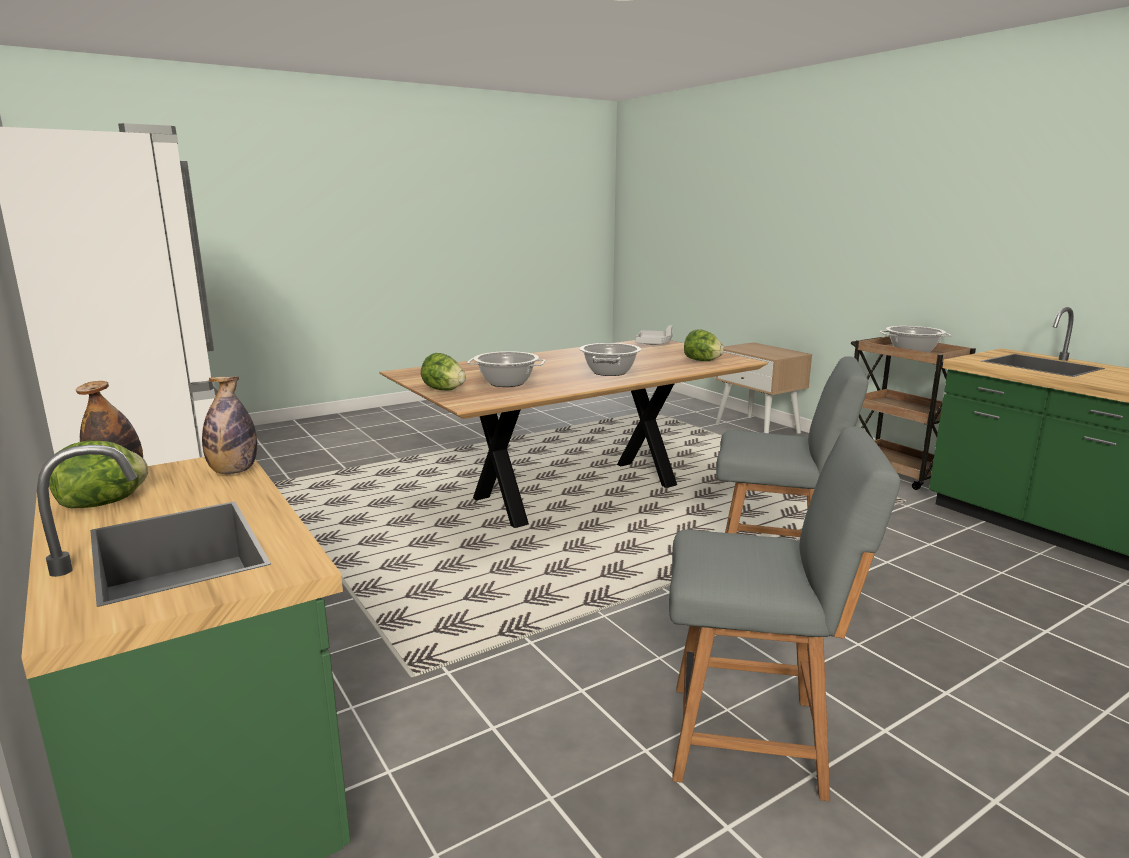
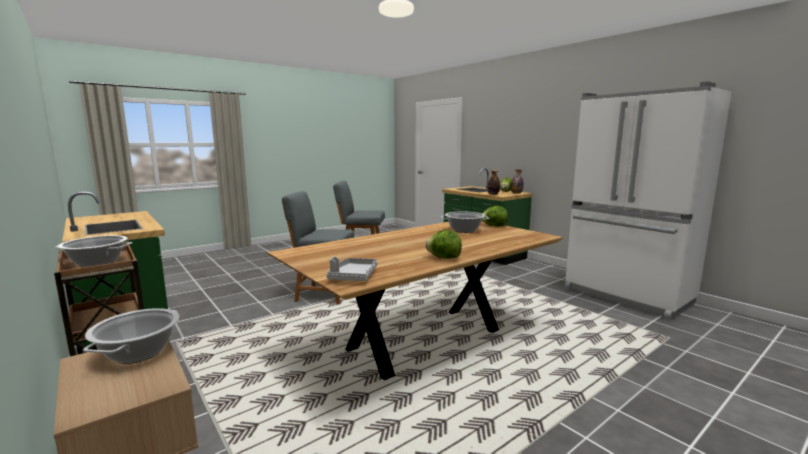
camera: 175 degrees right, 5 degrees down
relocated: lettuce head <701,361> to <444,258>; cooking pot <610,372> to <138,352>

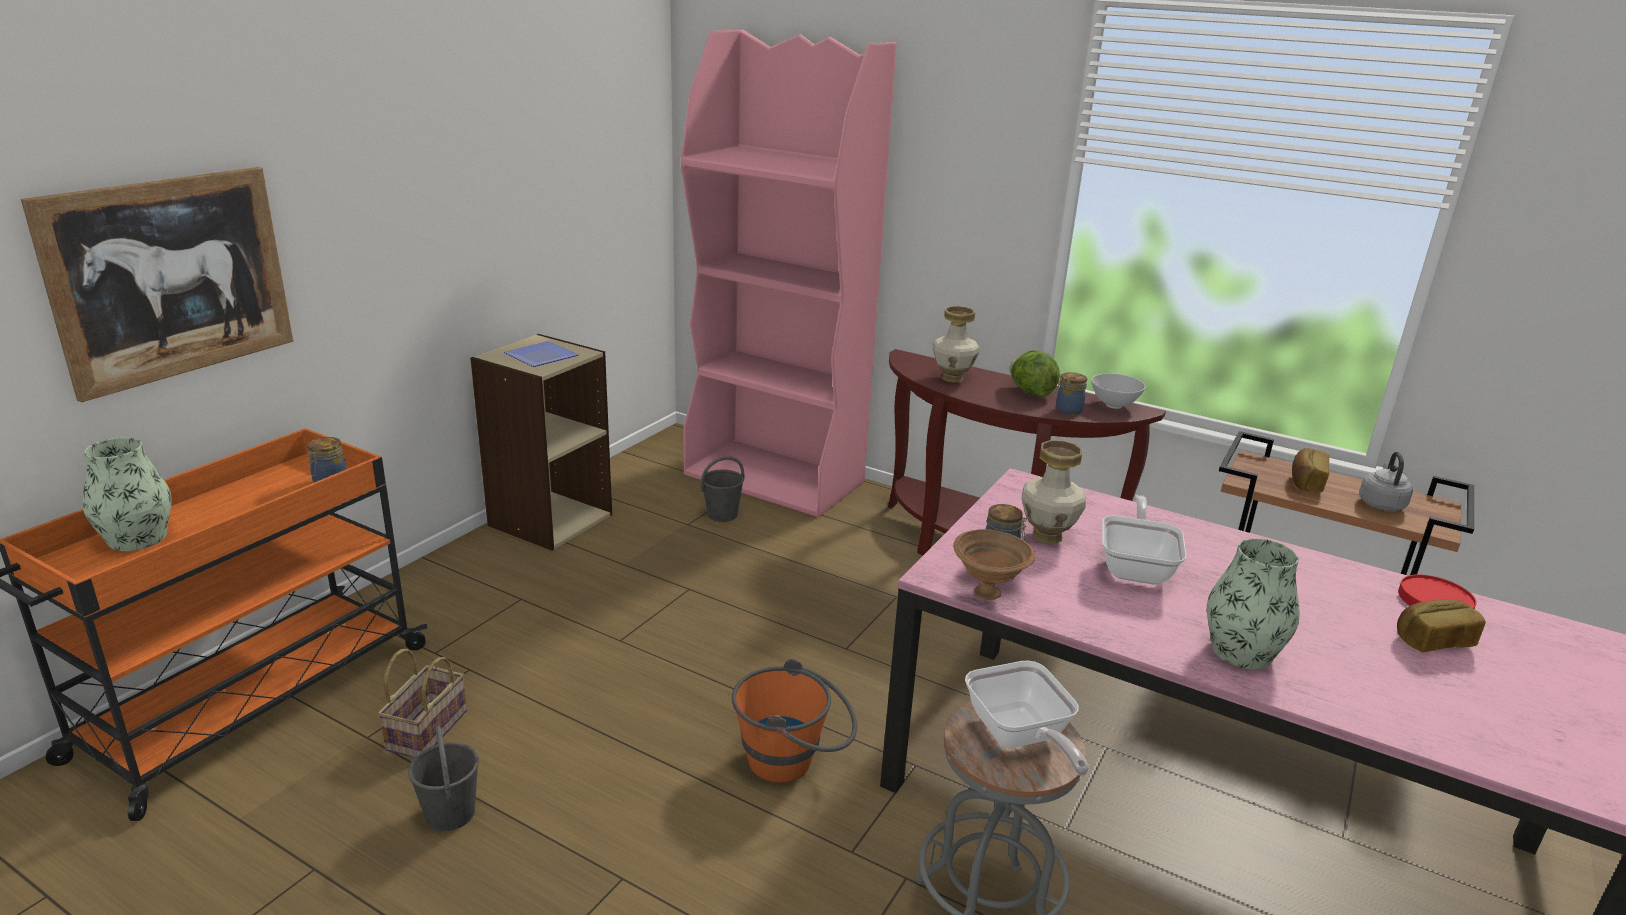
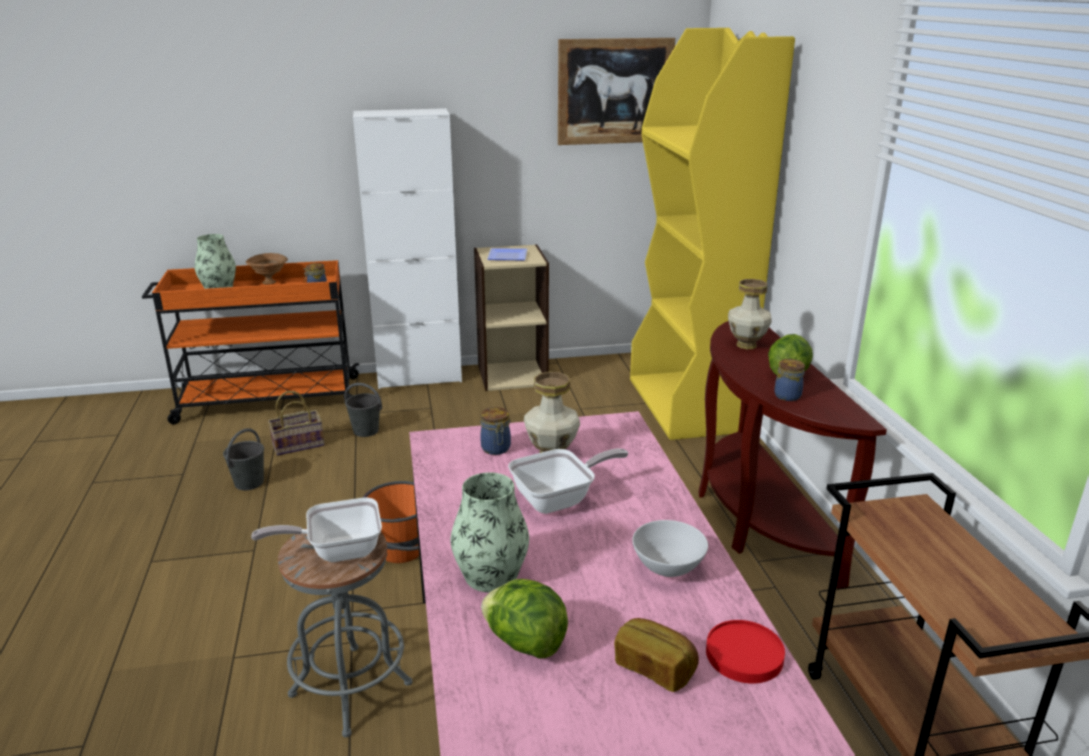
camera: 50 degrees right, 0 degrees up
missing: baked bread <1306,482>; grey water kettle <1381,503>
appeared: white-coloured storage cabinet <419,377>; lettuce head <525,643>
relocated: wall art <171,278> to <615,91>; white-coloured deep dish <1113,405> to <667,569>; grey water bucket <722,514> to <366,431>; brownish deep dish <988,592> to <270,282>
colour: pinkish shelving unit <776,478> to yellow shelving unit <687,405>
spun: skillet <1020,738> = <337,551> 45 degrees clockwise

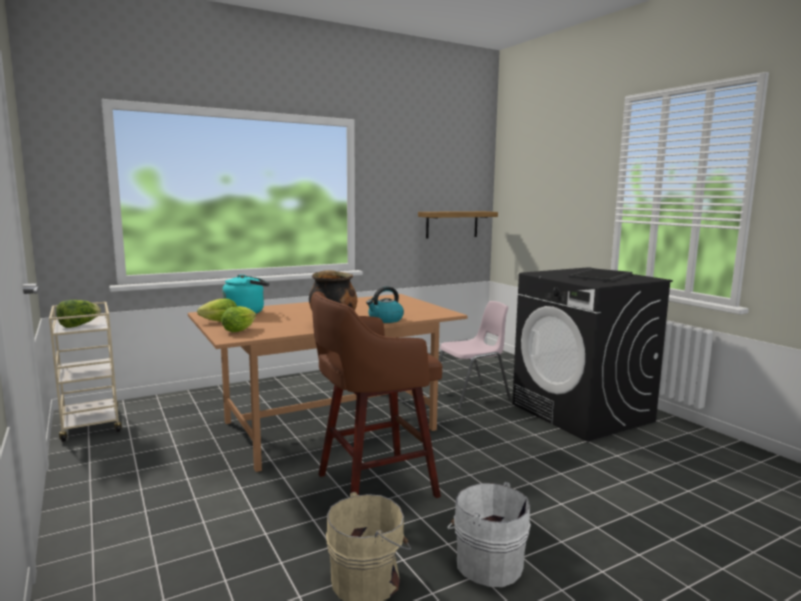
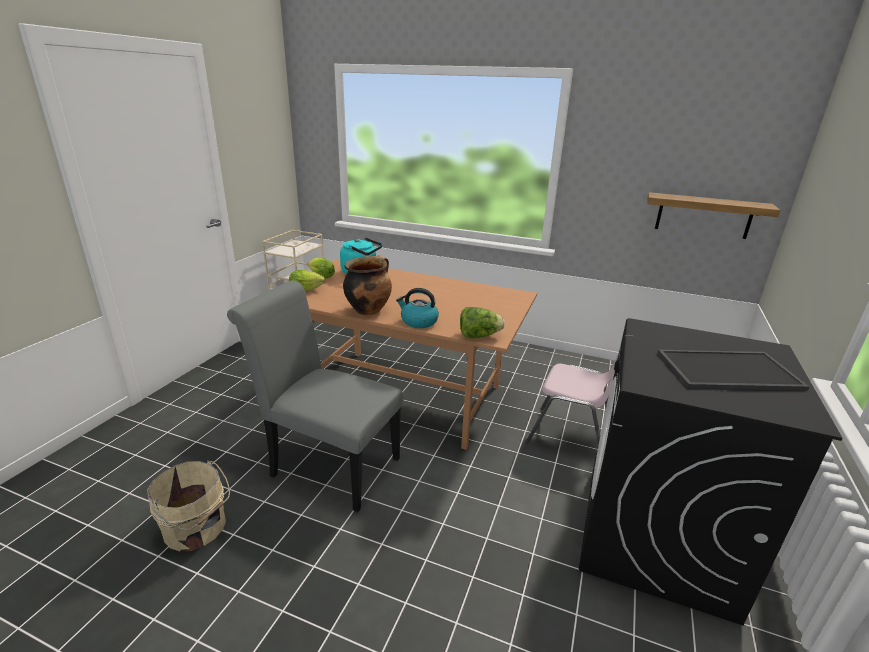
camera: 50 degrees right, 15 degrees up
missing: white-coloured water bucket <486,563>
relocated: lettuce head <79,325> to <479,336>
exchanged: brownish sitting stool <372,486> to grey plain chair <328,464>

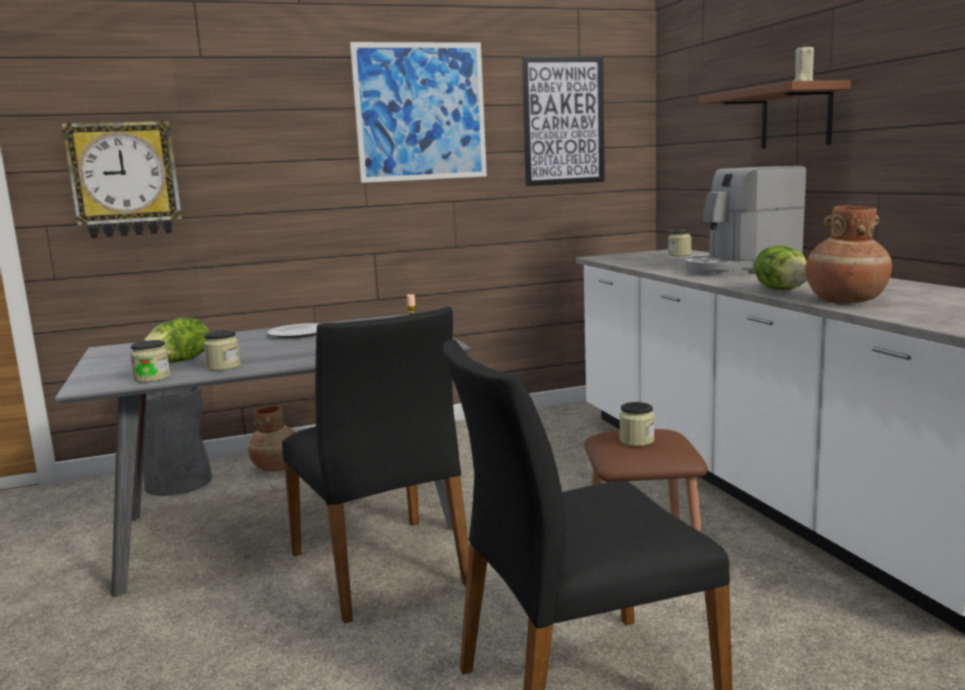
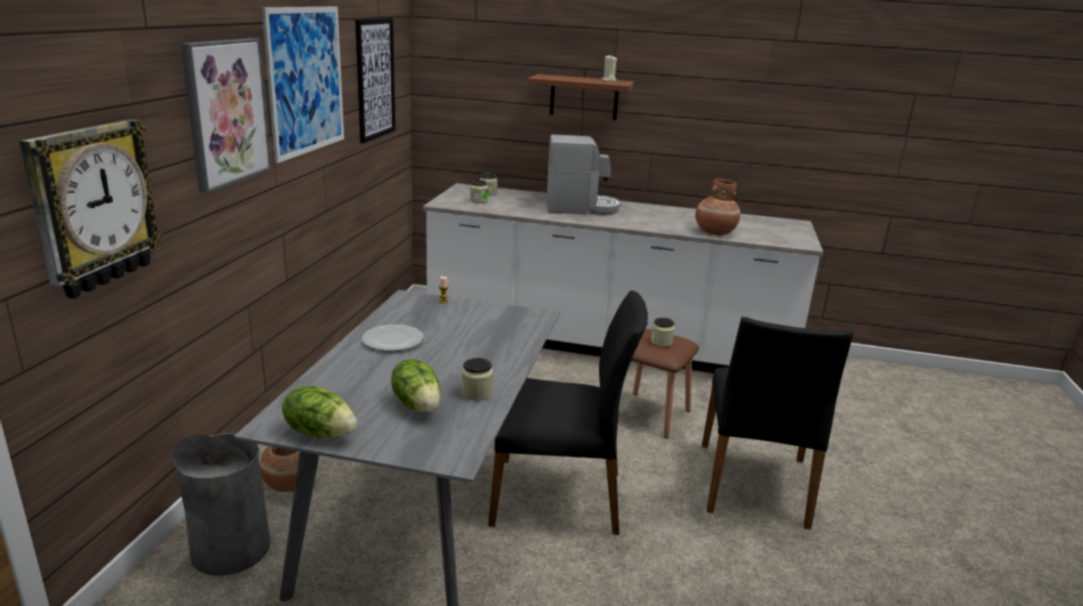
camera: 60 degrees left, 10 degrees up
appeared: wall art <226,112>
relocated: lettuce head <782,290> to <320,432>; preserve jar <152,378> to <478,200>
spun: coffee brewer <739,269> = <581,208> 105 degrees counterclockwise

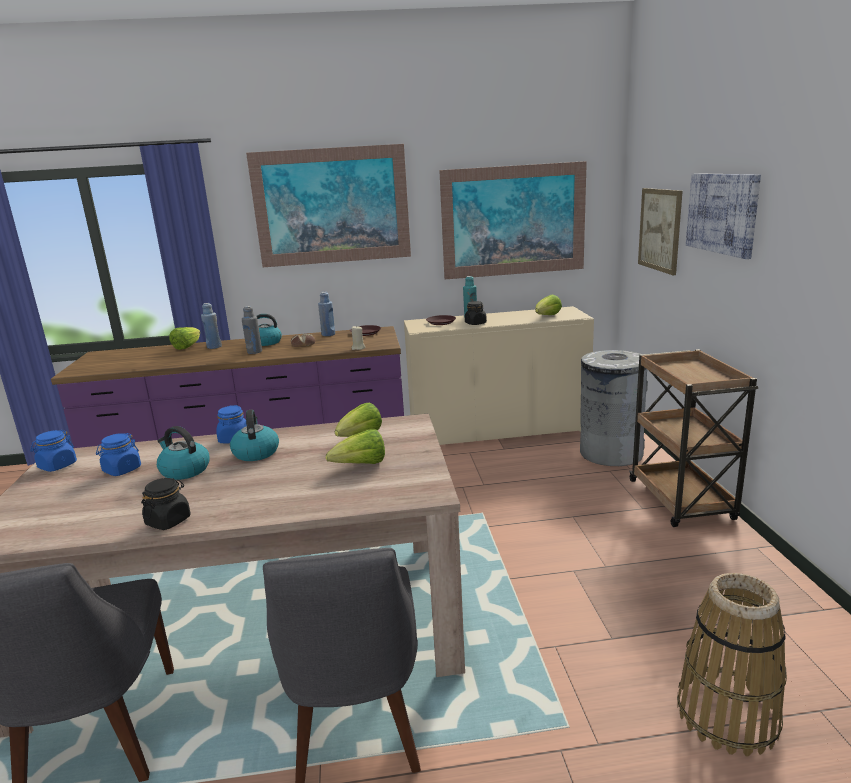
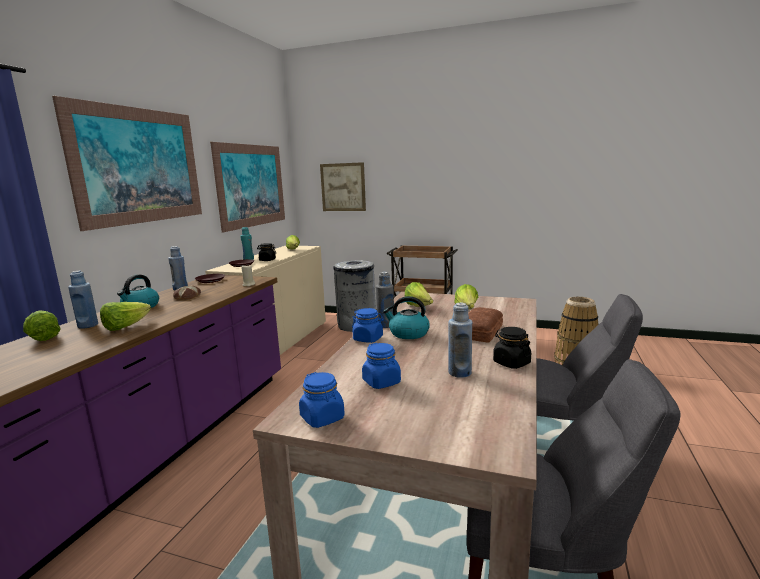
camera: 65 degrees left, 5 degrees down
missing: wall art <722,213>; water kettle <184,470>
appeared: lettuce head <126,327>; bluish drink bottle <459,372>; baked bread <480,332>
relocated: grey drink bottle <254,352> to <385,325>

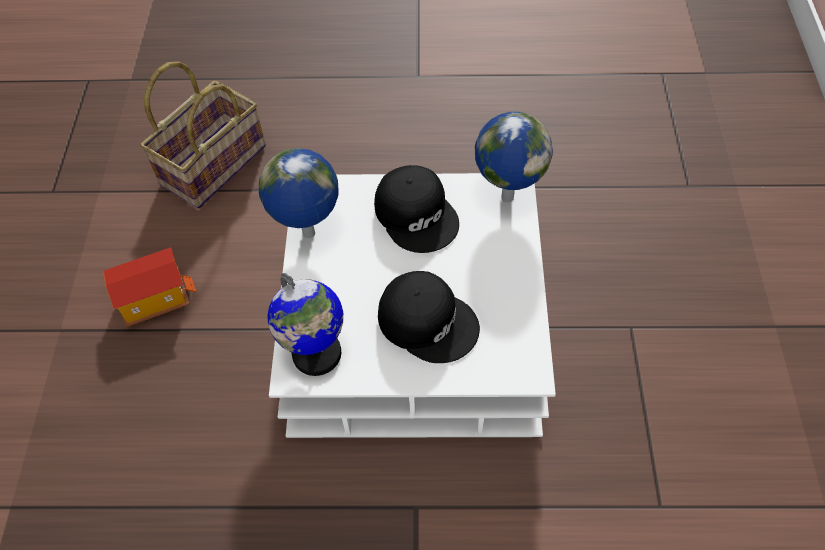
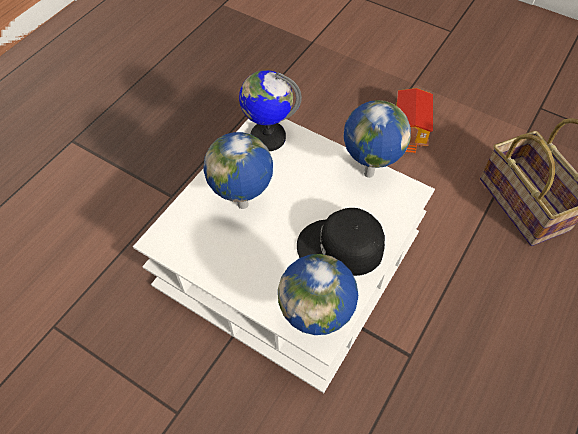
camera: 120 degrees right, 0 degrees up
exchanged: black-coloured cap <428,320> to world globe <244,205>

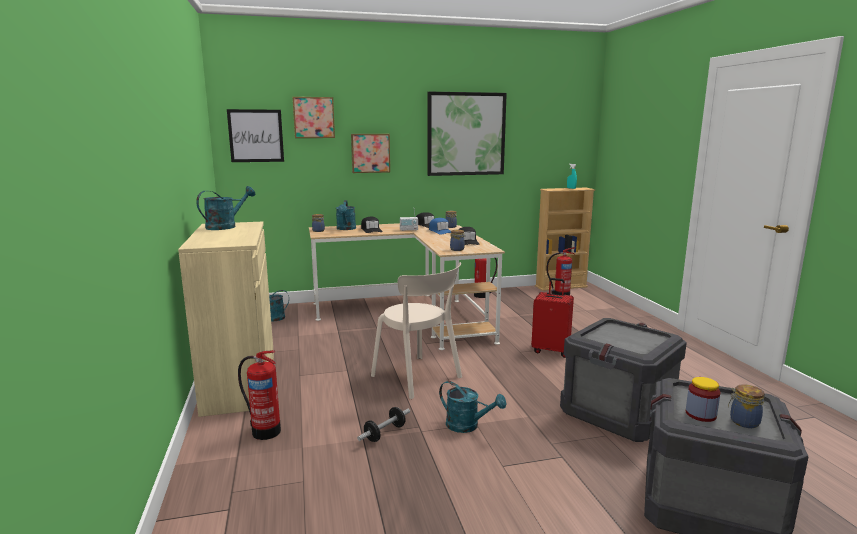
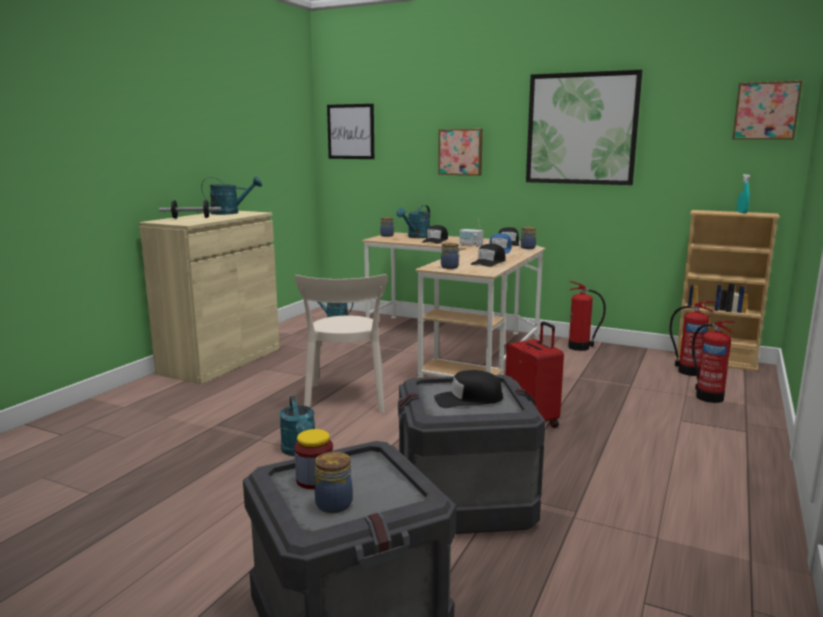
camera: 40 degrees right, 0 degrees up
appeared: black-coloured cap <468,399>
relocated: wall art <313,117> to <766,111>; extinguisher <265,431> to <708,397>; hand weight <385,433> to <191,218>

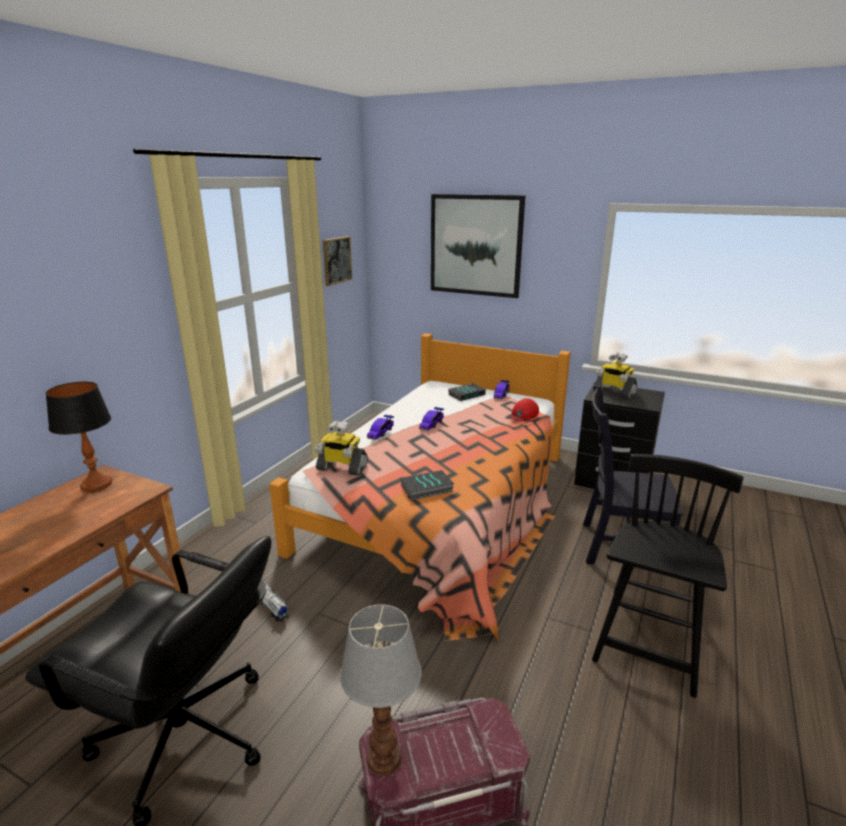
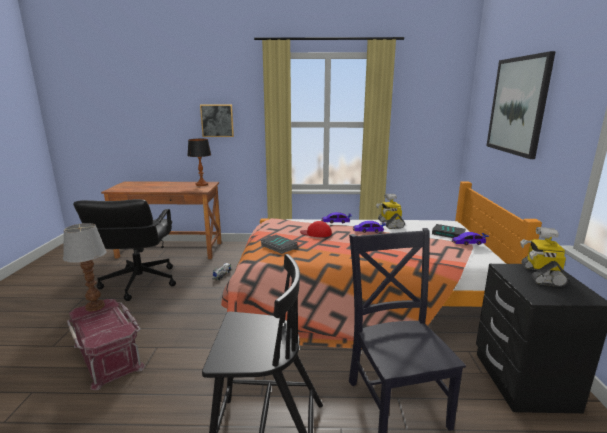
camera: 65 degrees right, 5 degrees down
relocated: wall art <336,260> to <217,120>; red cap <523,415> to <316,233>; robot figure <341,468> to <389,224>

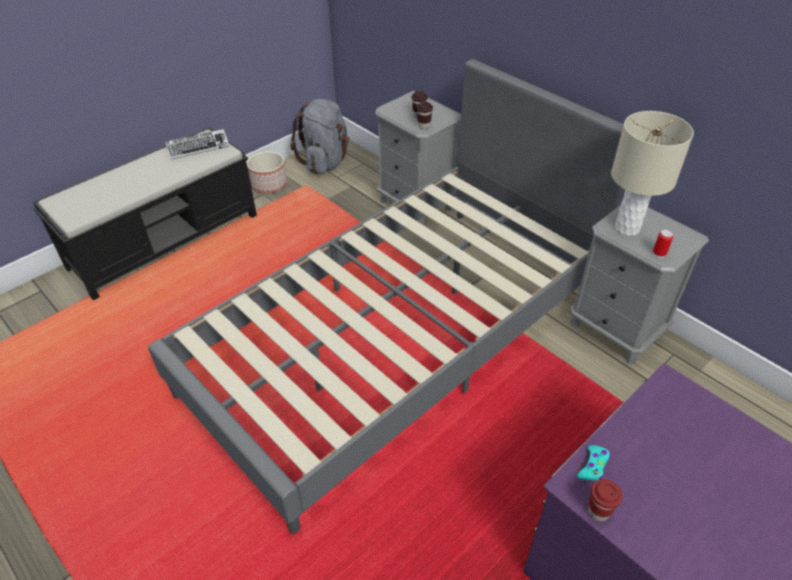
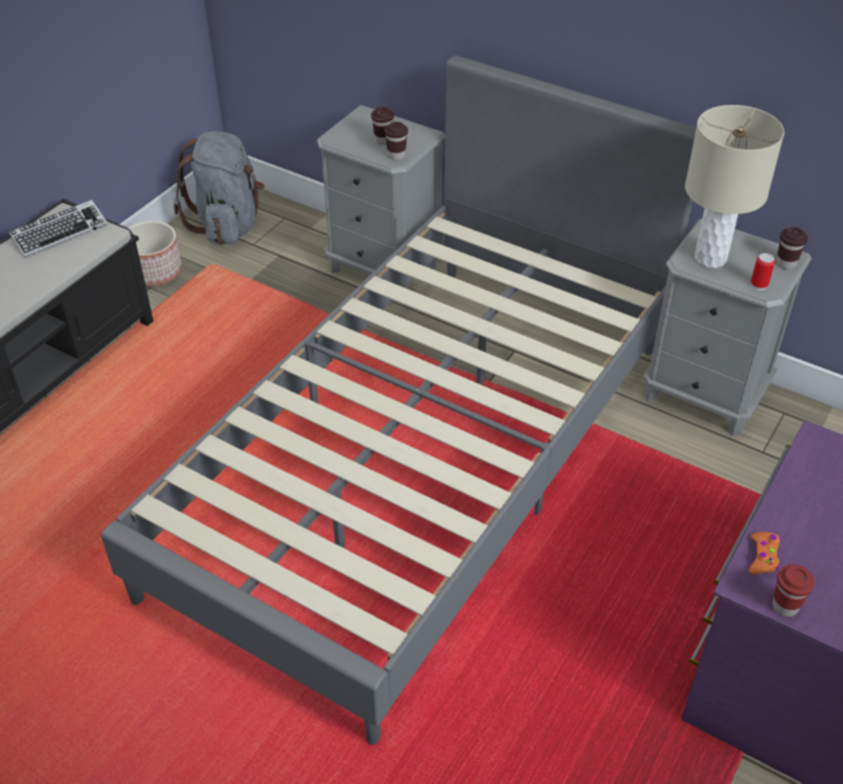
camera: 15 degrees left, 0 degrees up
appeared: brownish cup <786,264>
colour: turquoise joypad <593,466> to orangey joypad <763,557>

